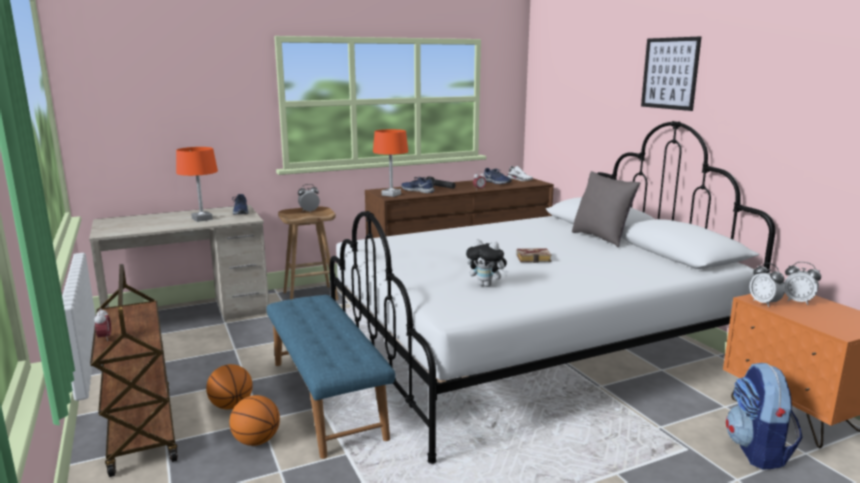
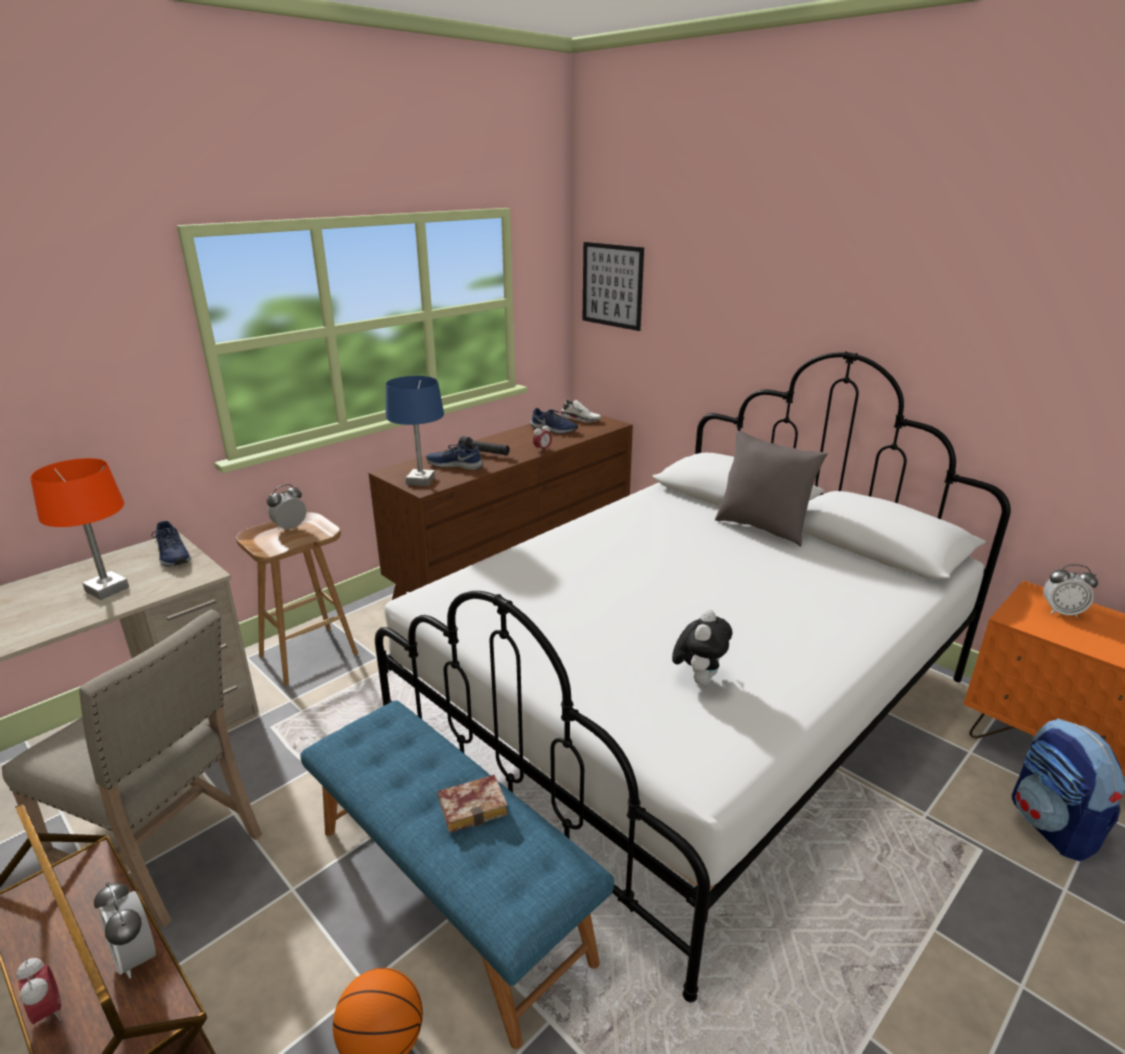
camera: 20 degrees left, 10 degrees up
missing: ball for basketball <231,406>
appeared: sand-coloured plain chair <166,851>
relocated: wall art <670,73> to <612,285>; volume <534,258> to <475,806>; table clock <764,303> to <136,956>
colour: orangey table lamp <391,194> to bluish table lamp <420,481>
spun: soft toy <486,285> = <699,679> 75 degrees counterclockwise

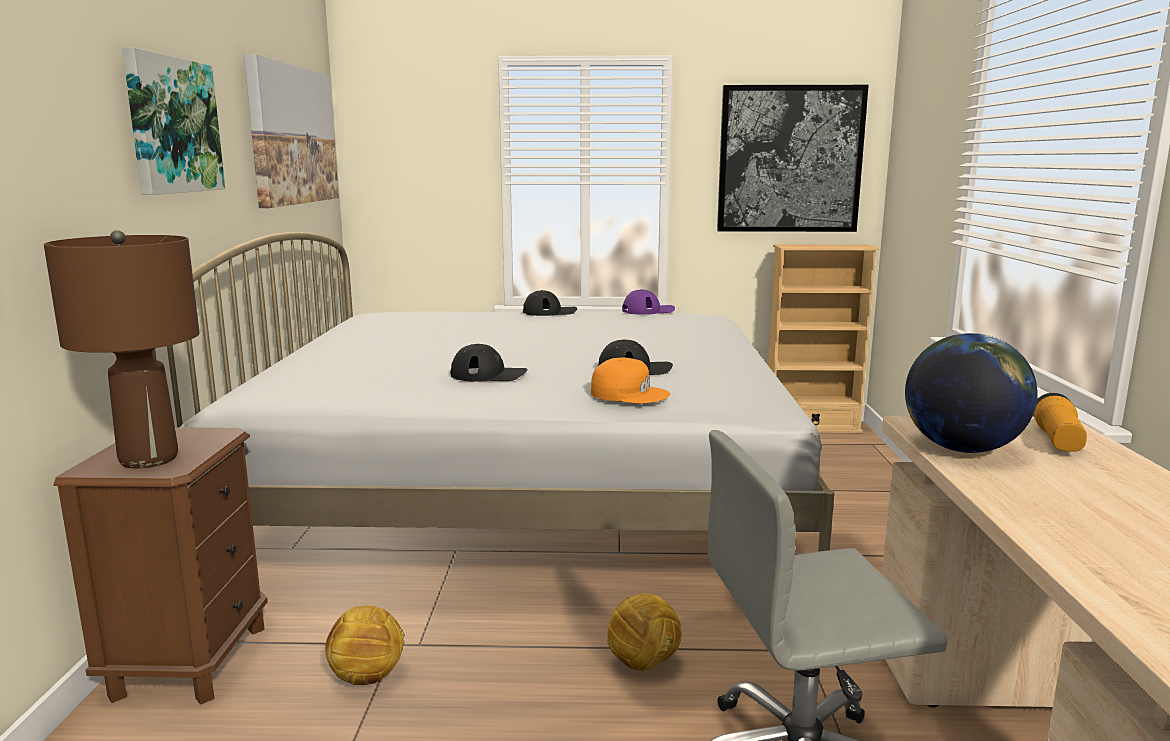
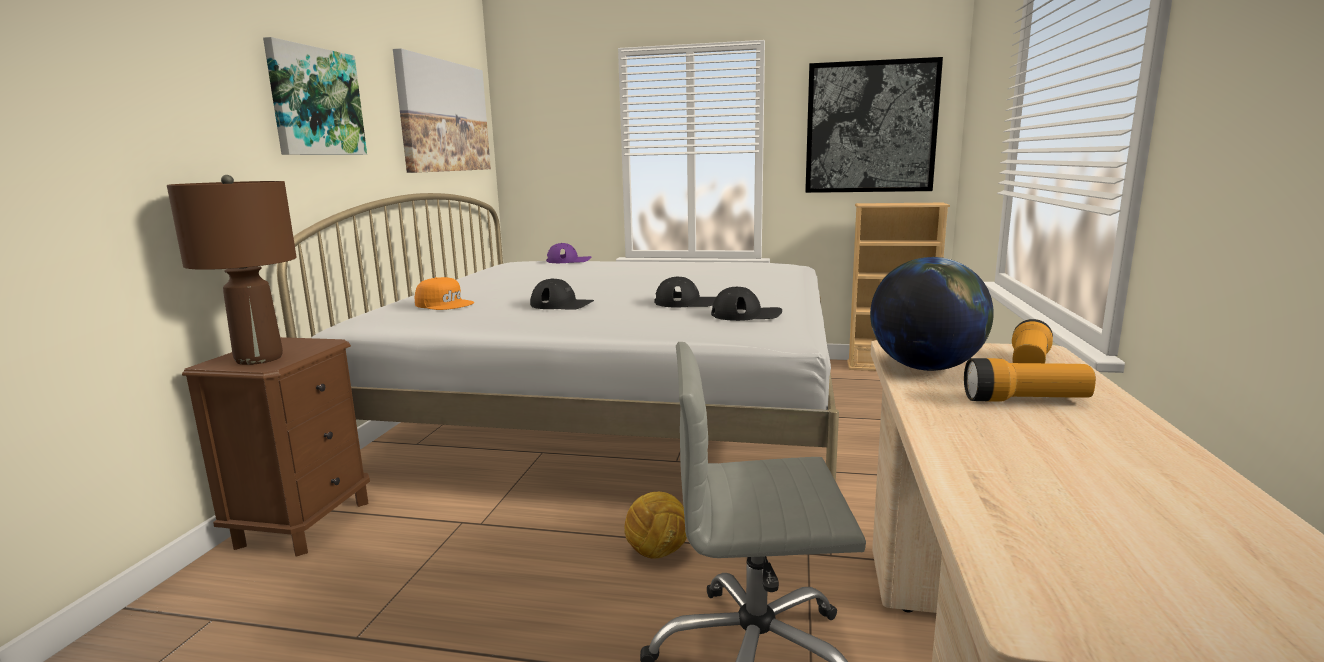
camera: 10 degrees right, 0 degrees up
missing: football <367,676>
appeared: torch <1025,400>
relocated: purplish cap <648,311> to <569,261>; black-coloured cap <549,312> to <746,314>; orangey cap <629,393> to <445,304>

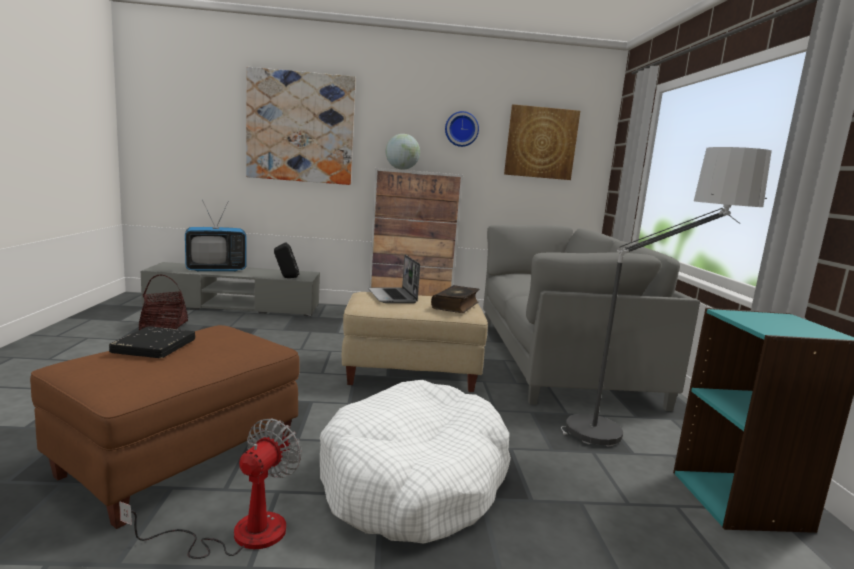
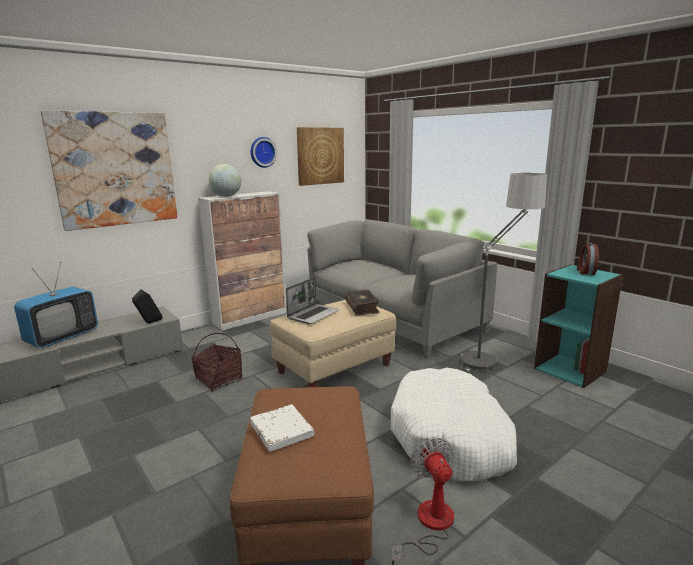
camera: 35 degrees left, 5 degrees up
appeared: table clock <585,272>
relocated: household basket <164,326> to <218,380>
colour: black-coloured volume <154,347> to white-coloured volume <281,431>
spun: laptop <393,297> = <313,315> 90 degrees counterclockwise

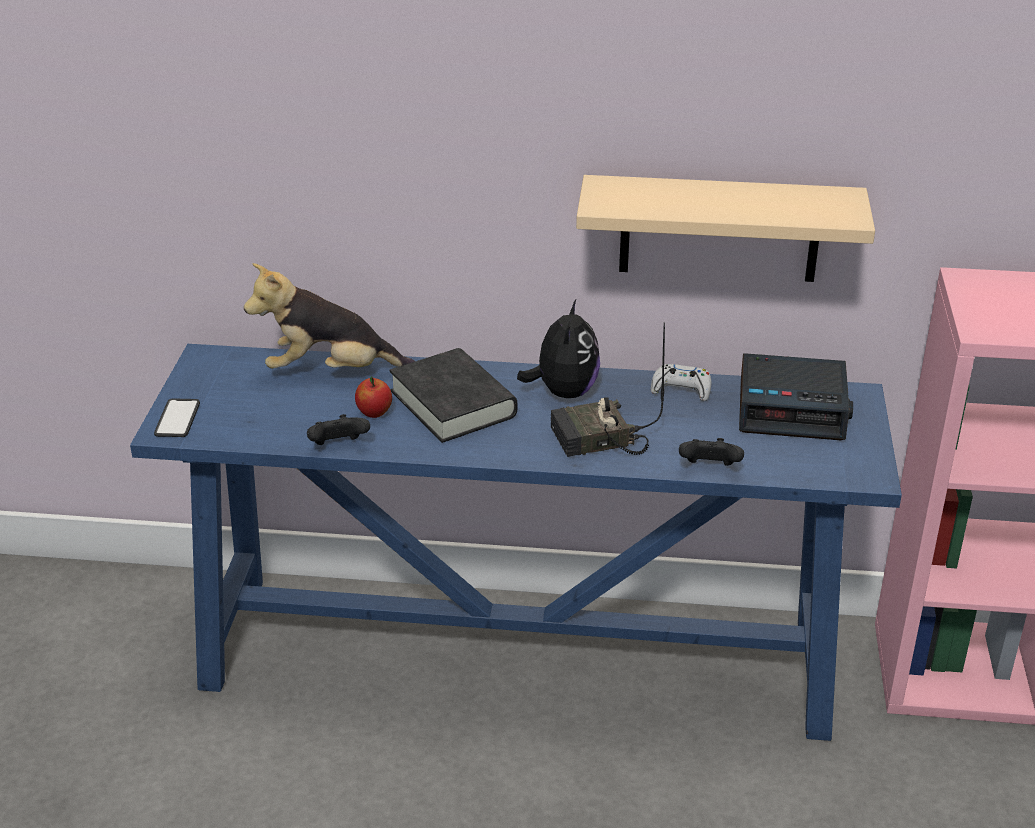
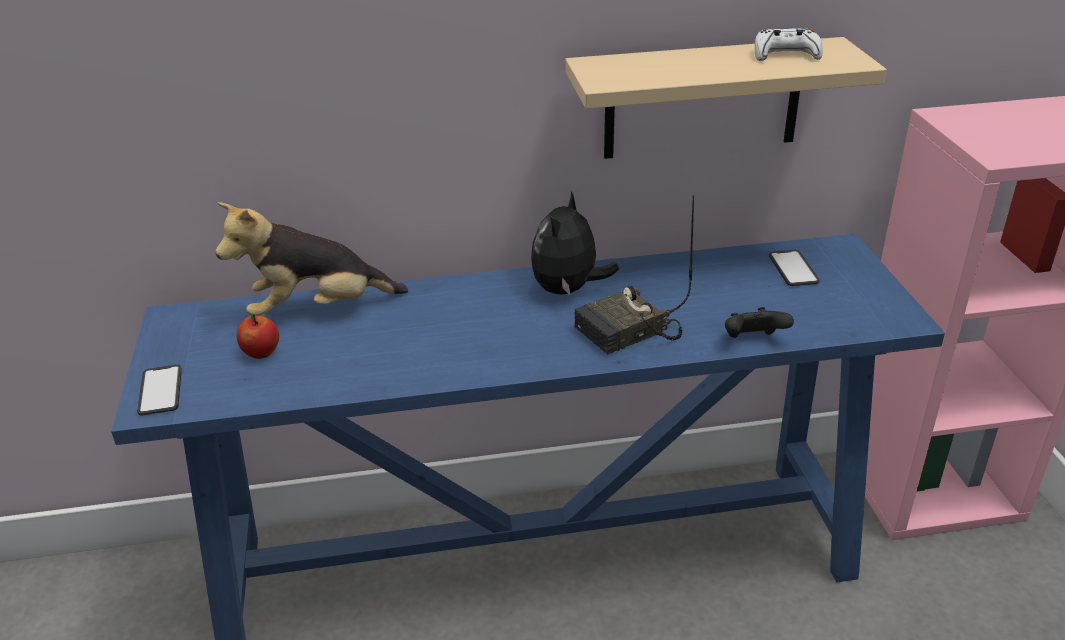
camera: 15 degrees left, 0 degrees up
missing: black-coloured volume <453,404>; black-coloured joypad <338,446>
relocated: white-coloured joypad <681,389> to <785,54>; whole apple <374,413> to <261,353>
exchanged: table clock <792,408> to handset <793,269>
spun: soft toy <563,392> = <568,290> 150 degrees counterclockwise

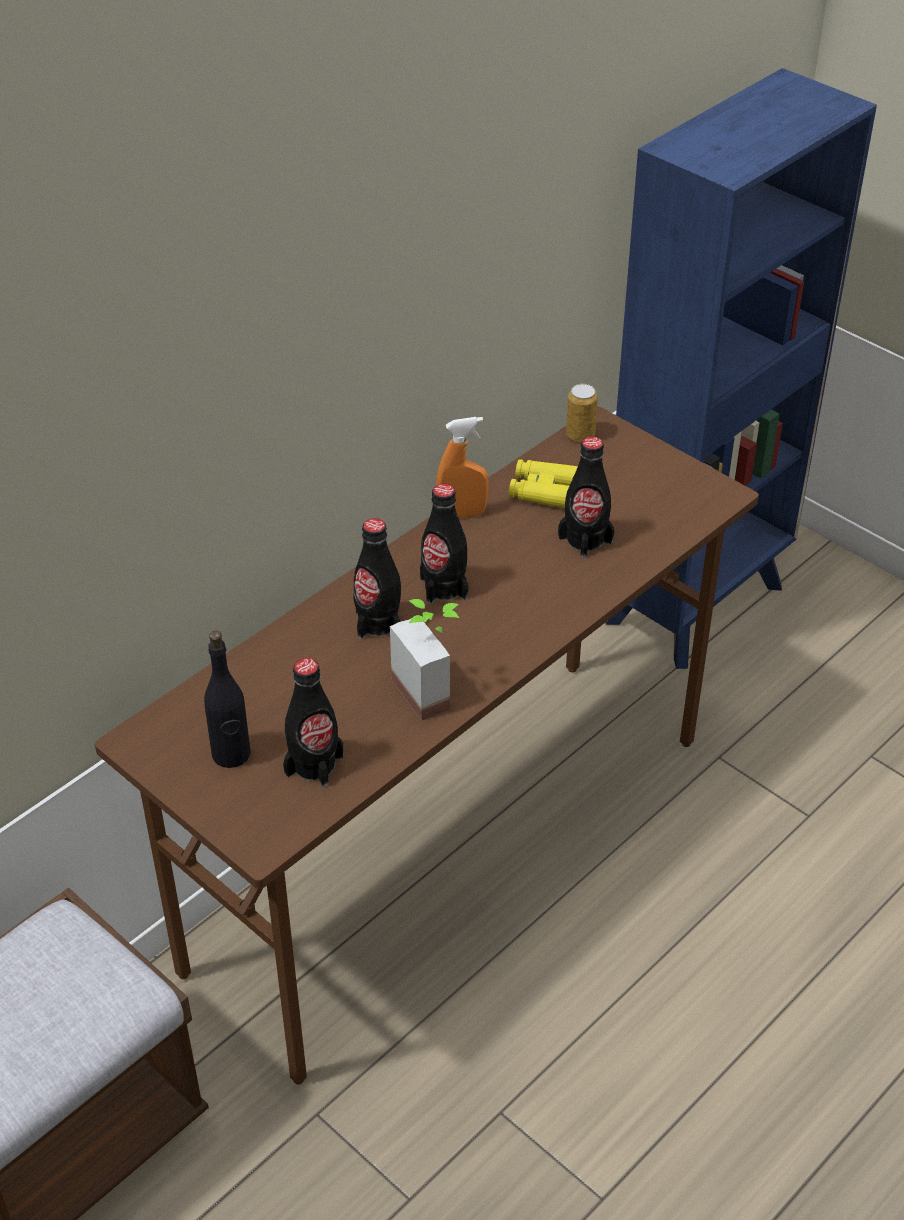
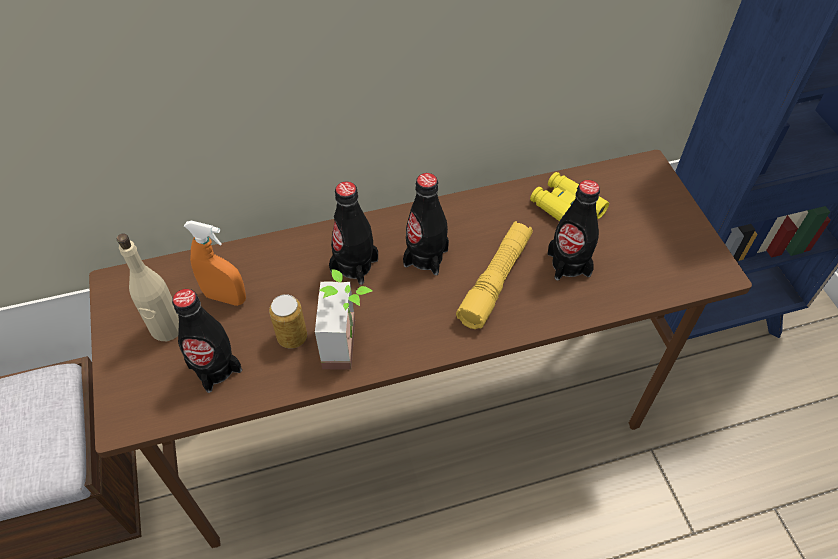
camera: 30 degrees right, 10 degrees up
appeared: yellow torch <496,280>
relocated: sealed can <580,435> to <292,337>; orangey hand sprayer <462,514> to <225,297>
colour: black-coloured drink bottle <231,754> to sand-coloured drink bottle <167,328>

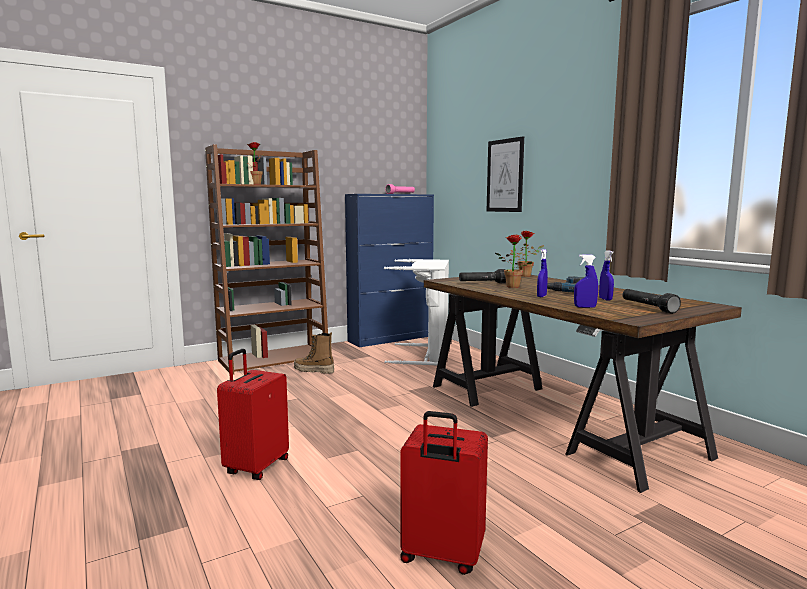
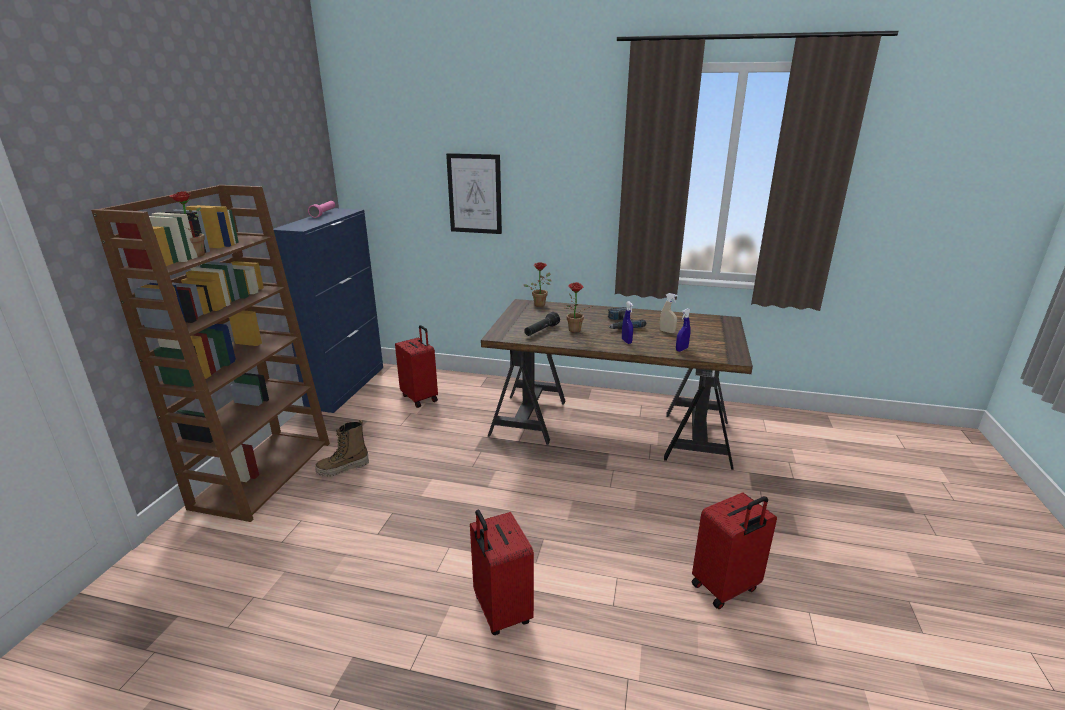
camera: 45 degrees left, 15 degrees up
missing: black-coloured torch <648,307>
exchanged: white-coloured laundry basket <426,355> to red piece of luggage <420,398>
colour: bluish hand sprayer <605,299> to sand-coloured hand sprayer <667,331>

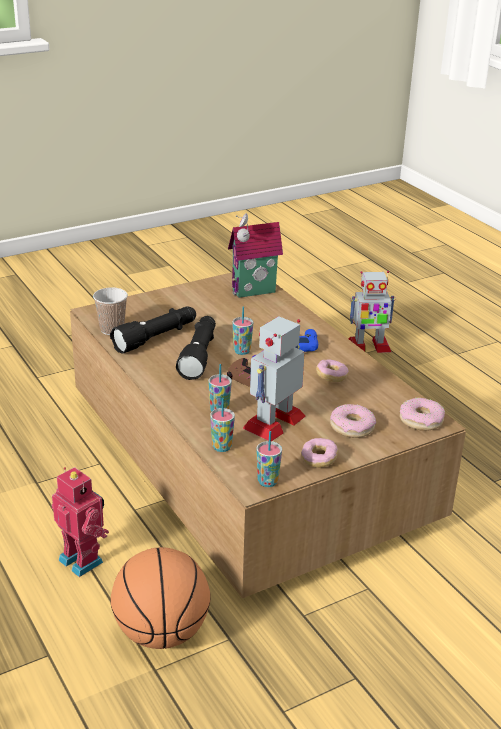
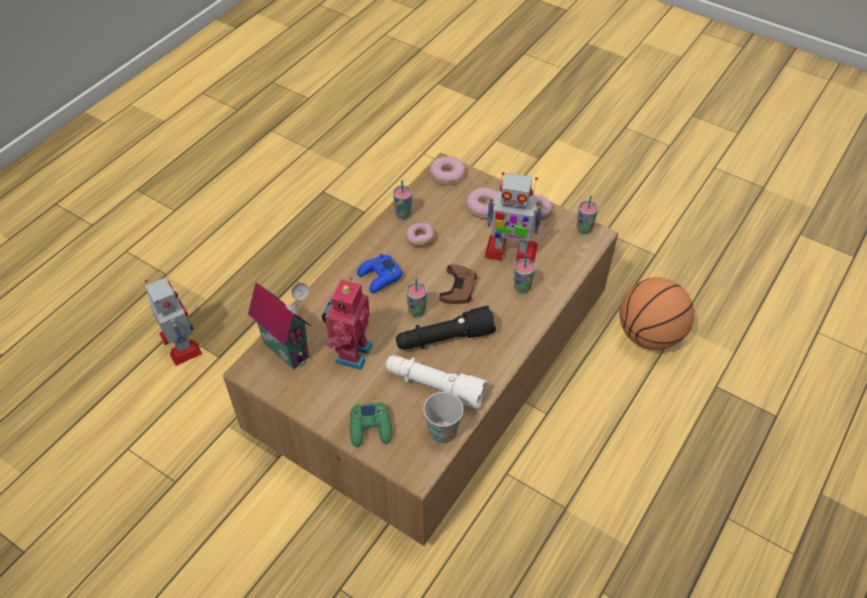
camera: 115 degrees left, 20 degrees up
appeared: greenish joypad <371,428>
relocated: cup <222,447> to <403,214>; robot figure <83,559> to <351,353>
colour: black-coloured torch <156,338> to white-coloured torch <434,386>

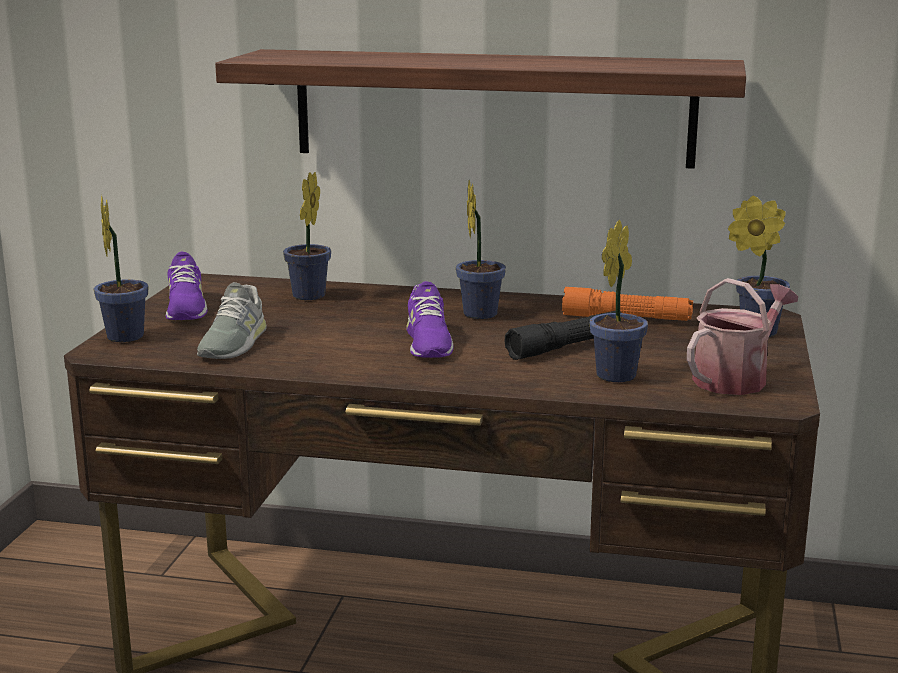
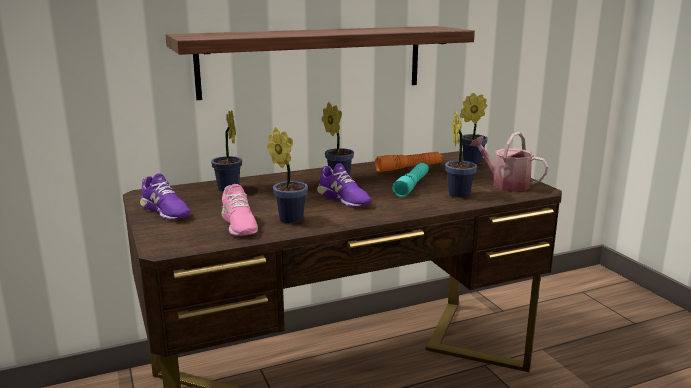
camera: 35 degrees left, 0 degrees up
relocated: potted plant <125,335> to <289,218>
colour: grey shoe <233,343> to pinkish shoe <238,224>; black-coloured torch <568,347> to turquoise torch <411,186>
spun: watering pot <736,378> = <505,184> 60 degrees counterclockwise

